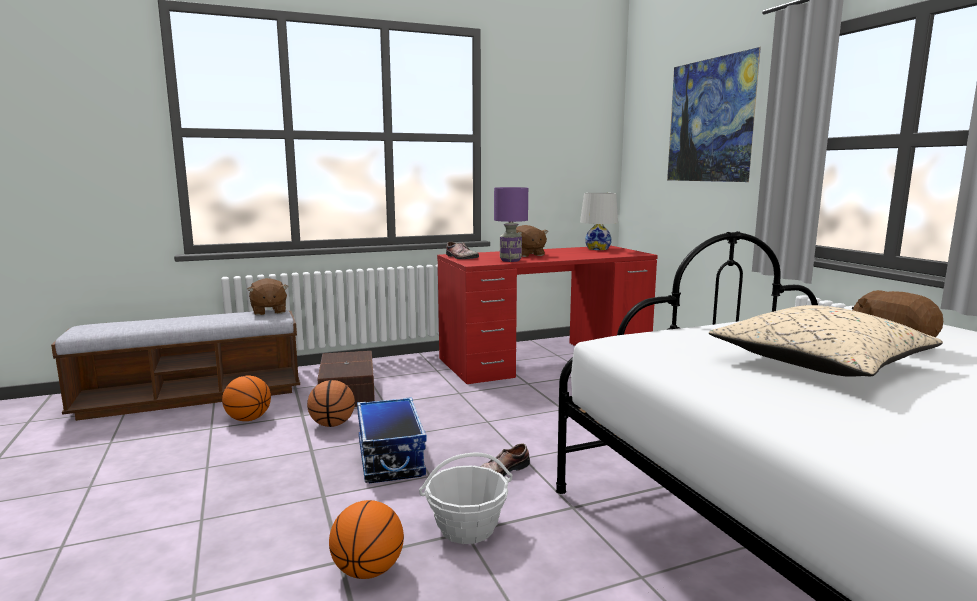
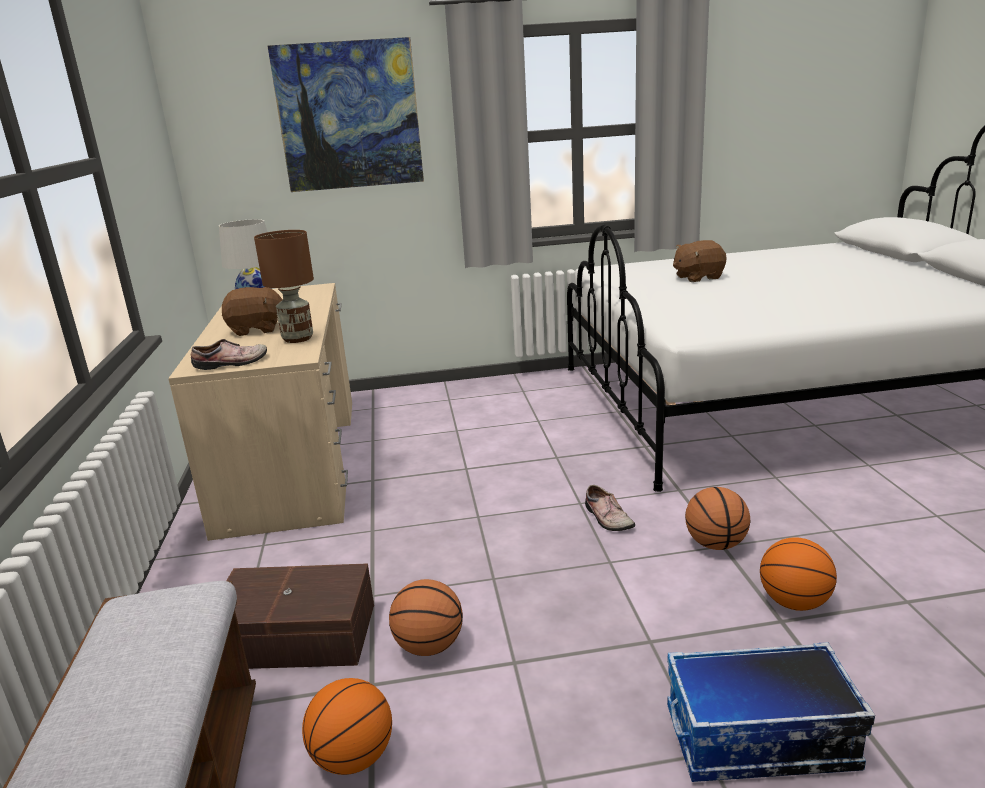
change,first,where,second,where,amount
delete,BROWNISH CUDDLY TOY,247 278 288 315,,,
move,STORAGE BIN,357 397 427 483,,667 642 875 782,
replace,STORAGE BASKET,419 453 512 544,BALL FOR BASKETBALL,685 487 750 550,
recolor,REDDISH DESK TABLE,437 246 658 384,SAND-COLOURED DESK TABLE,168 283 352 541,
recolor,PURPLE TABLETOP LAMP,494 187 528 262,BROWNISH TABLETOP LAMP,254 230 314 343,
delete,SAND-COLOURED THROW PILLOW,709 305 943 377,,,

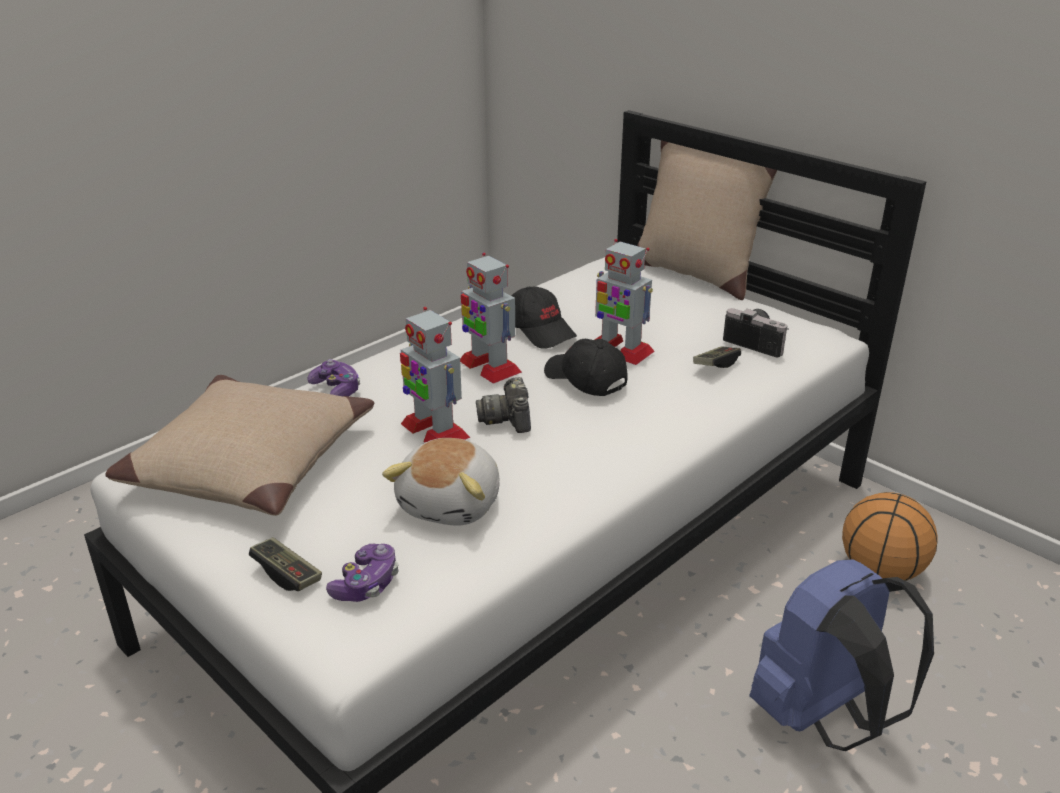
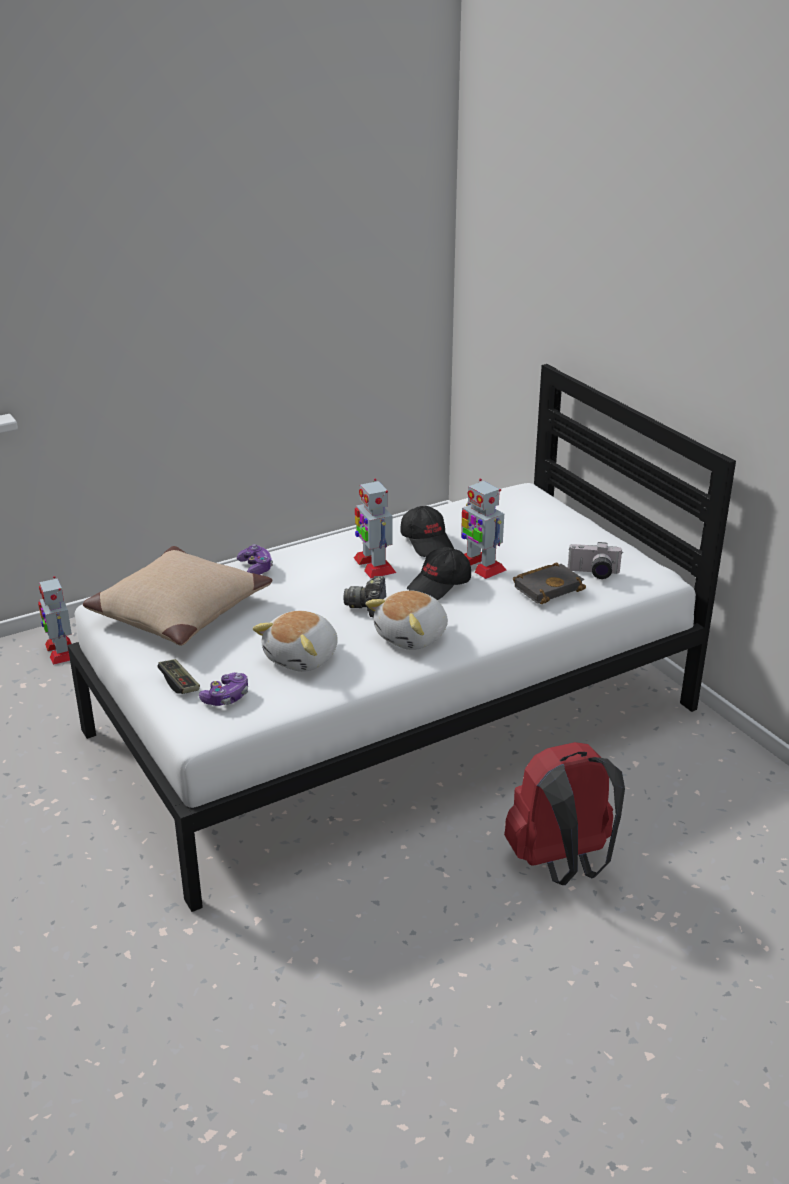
change,first,where,second,where,amount
move,ROBOT FIGURE,400 307 470 443,,38 576 72 665,
rotate,BLACKISH PEAKED CAP,544 339 628 396,,407 547 471 600,105 degrees counterclockwise
delete,SAND-COLOURED THROW PILLOW,637 140 778 300,,,
replace,GAME CONTROLLER,693 346 741 368,BLACKISH BOUND BOOK,513 562 586 604,
rotate,PHOTO CAMERA,723 308 789 357,,568 542 622 579,135 degrees clockwise
recolor,BLUE RUCKSACK,749 559 934 751,REDDISH RUCKSACK,504 742 625 885,
delete,BALL FOR BASKETBALL,842 492 938 581,,,
insert,,,CUDDLY TOY,365 590 448 650,

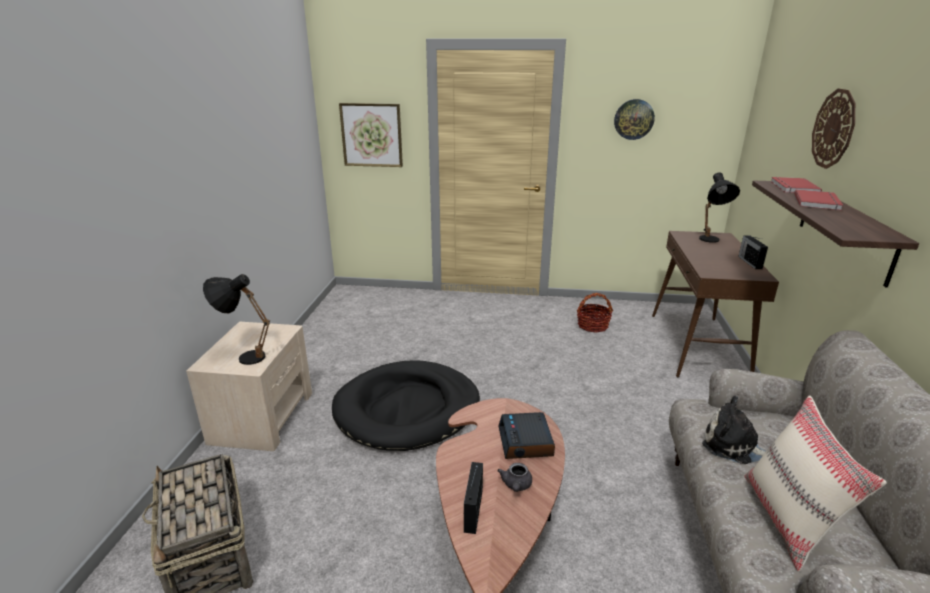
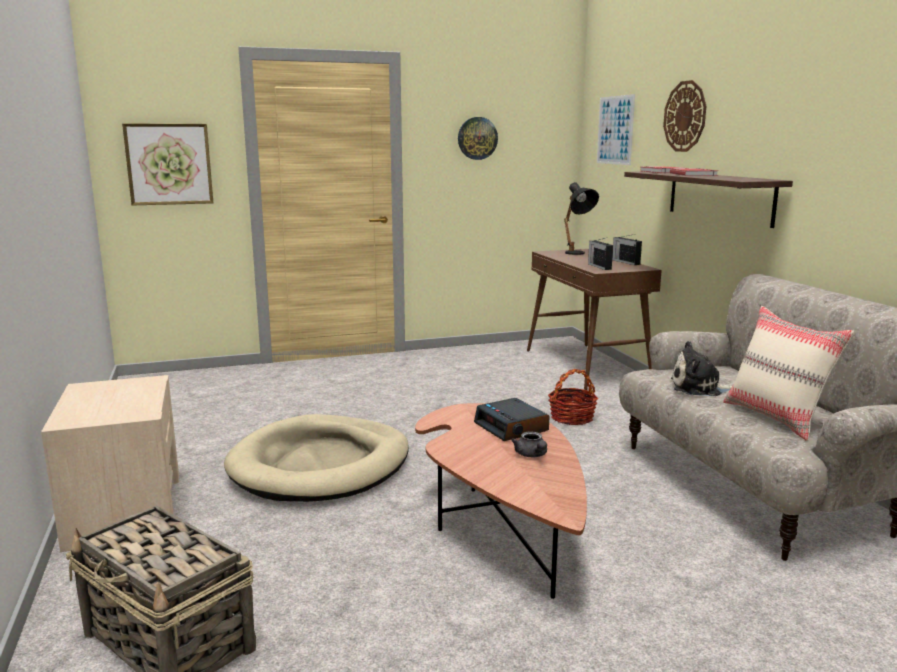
change,first,where,second,where,amount
delete,BLACKISH TABLETOP LAMP,203 274 270 365,,,
recolor,BLACKISH DOG BED,332 360 480 451,SAND-COLOURED DOG BED,224 414 409 502,
move,RADIO SET,464 462 483 534,,588 238 613 270,
move,STORAGE BASKET,577 293 613 333,,548 369 598 425,
insert,,,WALL ART,597 94 635 165,

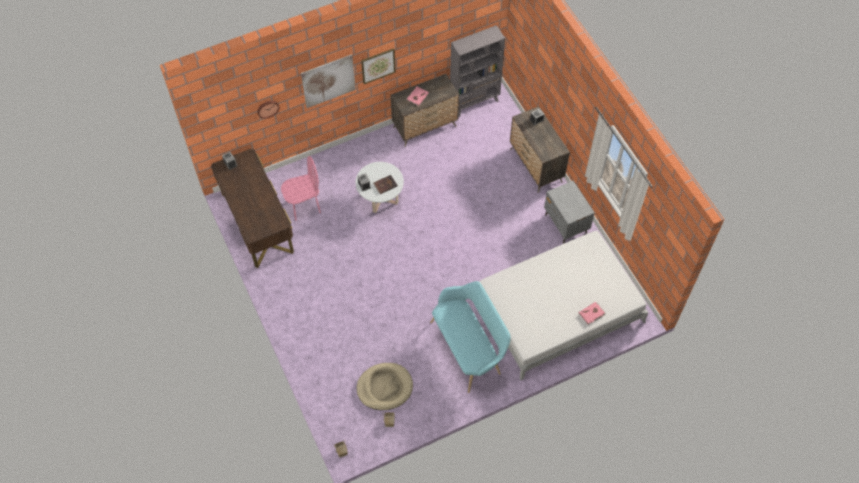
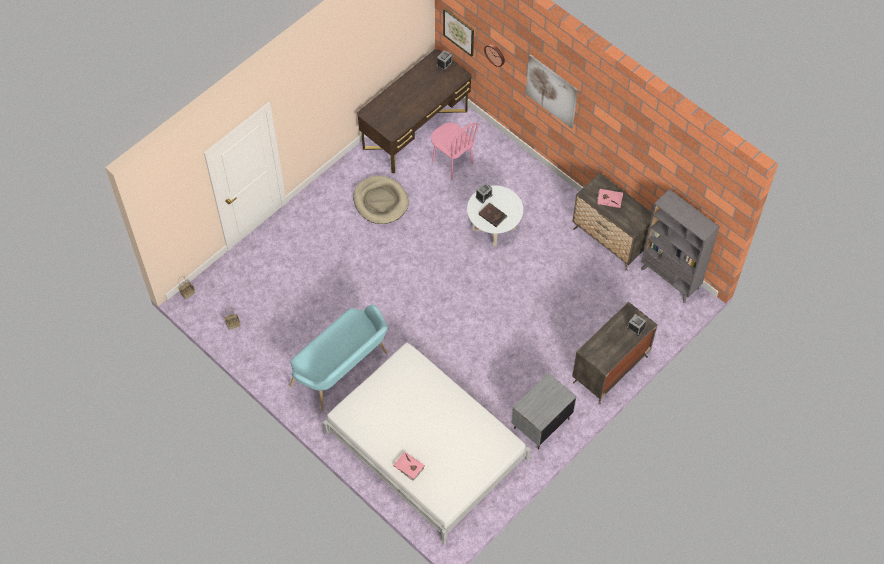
change,first,where,second,where,amount
move,SAND-COLOURED DOG BED,357 363 413 410,,353 176 409 224,
move,WALL ART,361 48 396 84,,443 8 474 57,

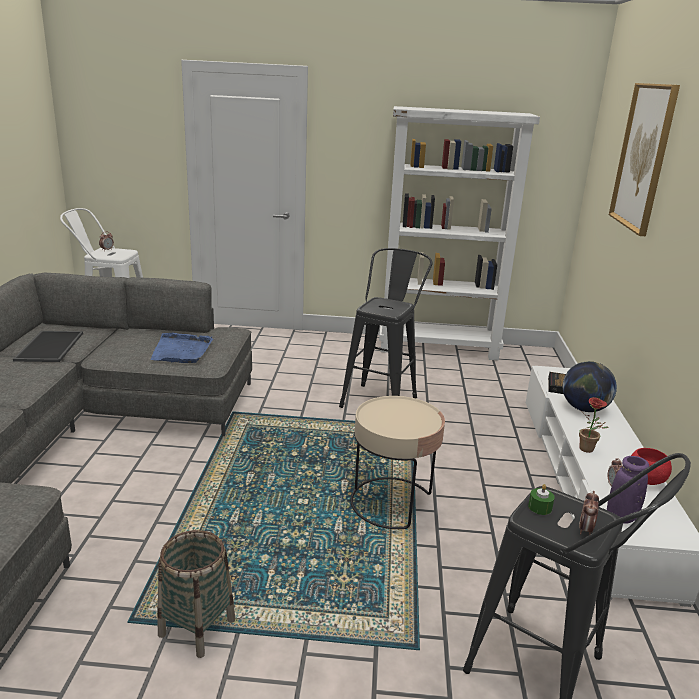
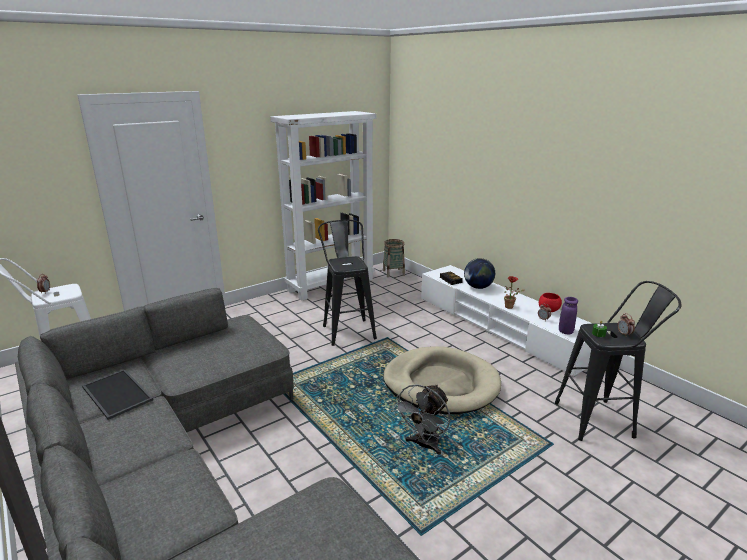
change,first,where,second,where,amount
delete,BLUE CARRYING TRAY,150 333 213 363,,,
move,STORAGE BASKET,157 530 235 658,,383 239 405 277,
replace,SAND-COLOURED END TABLE,350 396 445 529,SAND-COLOURED DOG BED,383 346 501 414,
delete,WALL ART,609 83 680 236,,,
insert,,,GREY FAN,393 384 450 455,

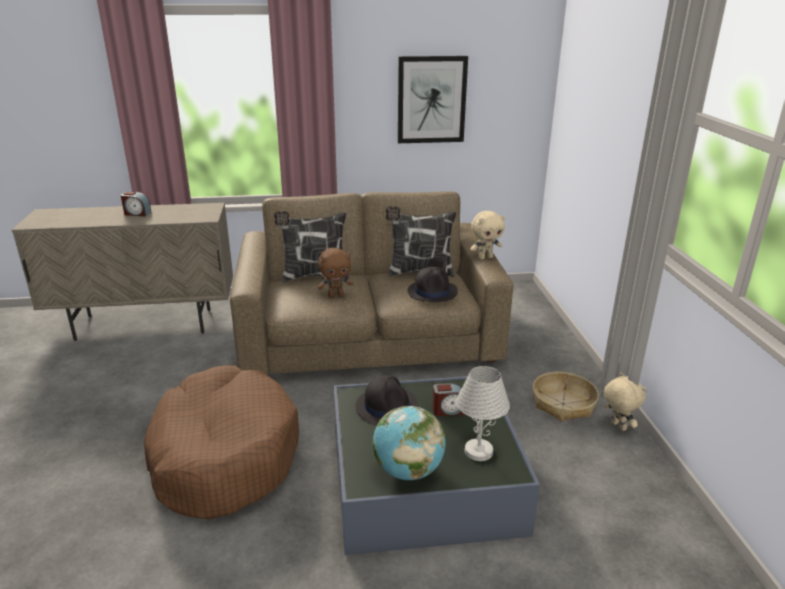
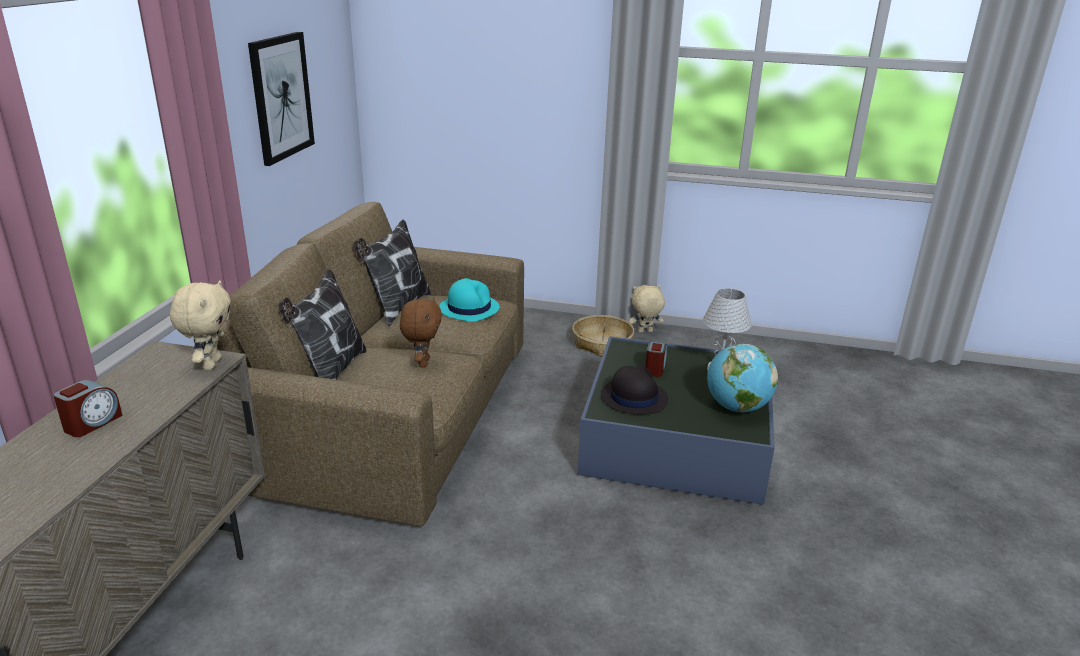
change,first,where,second,where,amount
delete,BROWNISH DOG BED,144 365 299 519,,,
recolor,BLACKISH HAT,408 267 458 302,BLUE-GREEN HAT,439 278 499 322,
move,SAND-COLOURED CUDDLY TOY,470 211 505 260,,170 280 231 370,

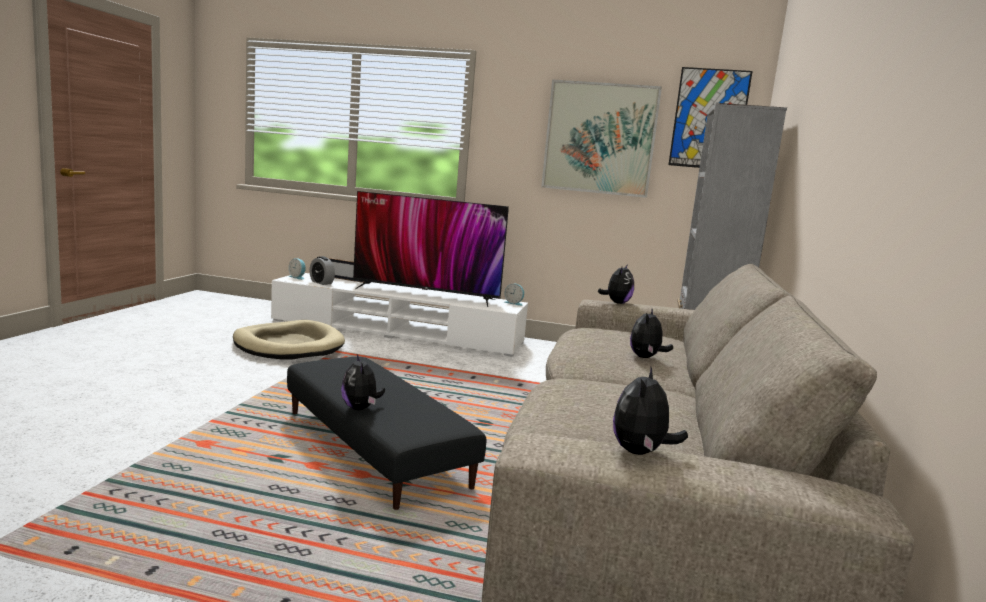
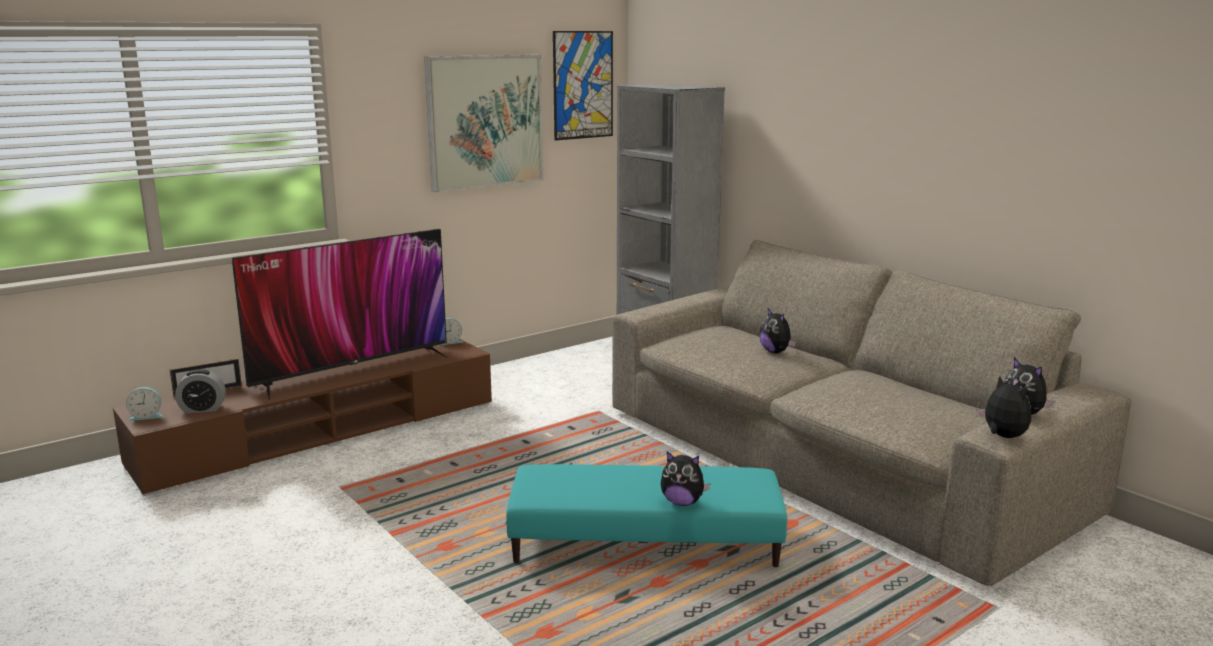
change,first,where,second,where,amount
delete,SAND-COLOURED DOG BED,233 320 345 359,,,
recolor,WHITE TV UNIT,271 273 528 357,BROWNISH TV UNIT,113 339 492 496,
recolor,BLACKISH POUFFE,287 357 486 510,BLUE-GREEN POUFFE,506 464 787 567,
move,CUDDLY TOY,598 264 634 304,,977 376 1031 438,

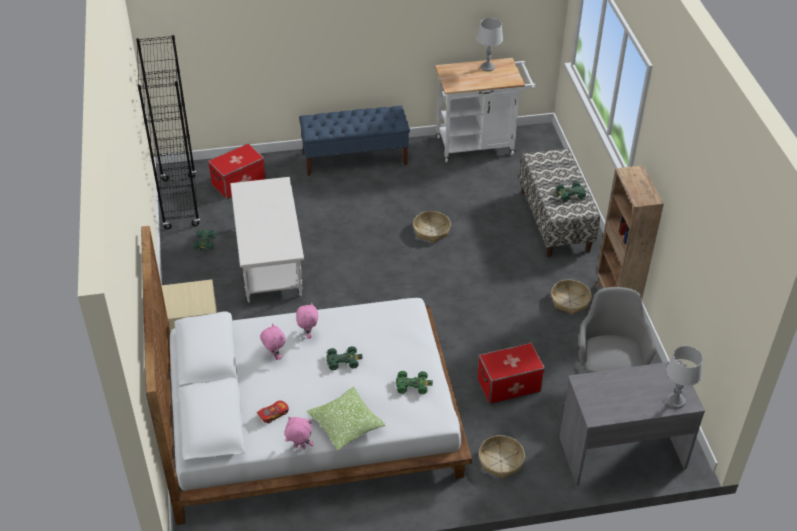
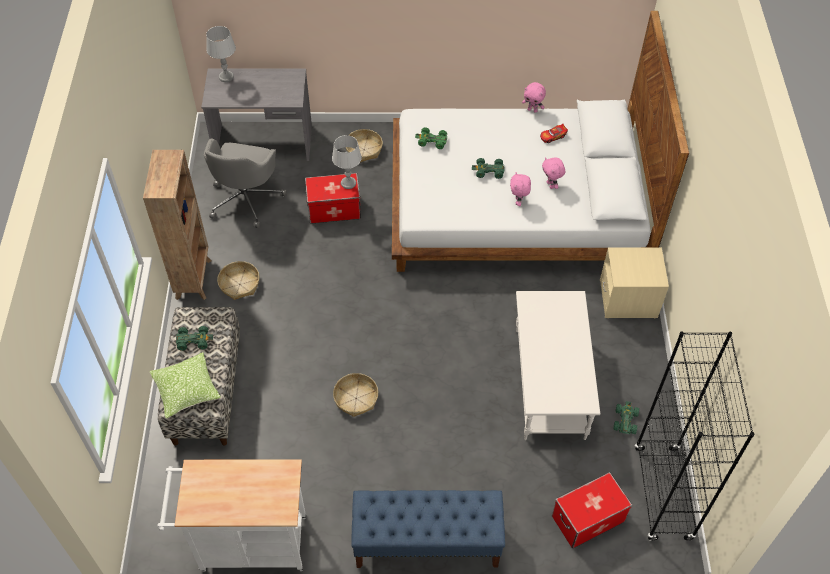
change,first,where,second,where,amount
move,THROW PILLOW,307 387 386 450,,149 352 221 419,
move,GREY TABLETOP LAMP,477 18 503 72,,332 135 362 189,

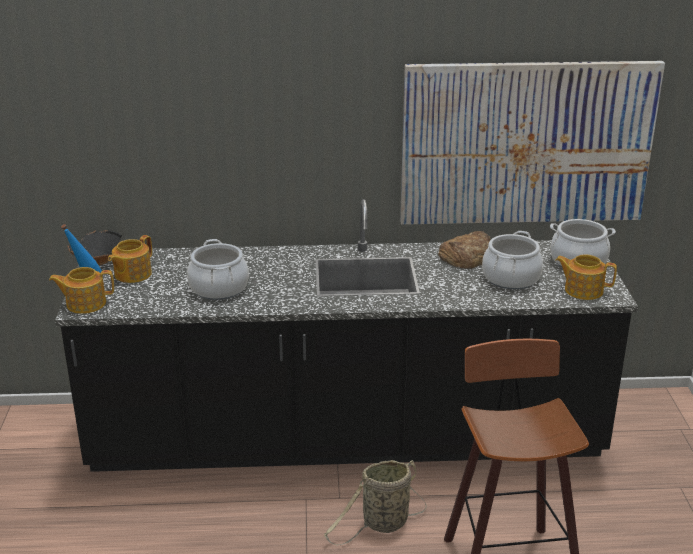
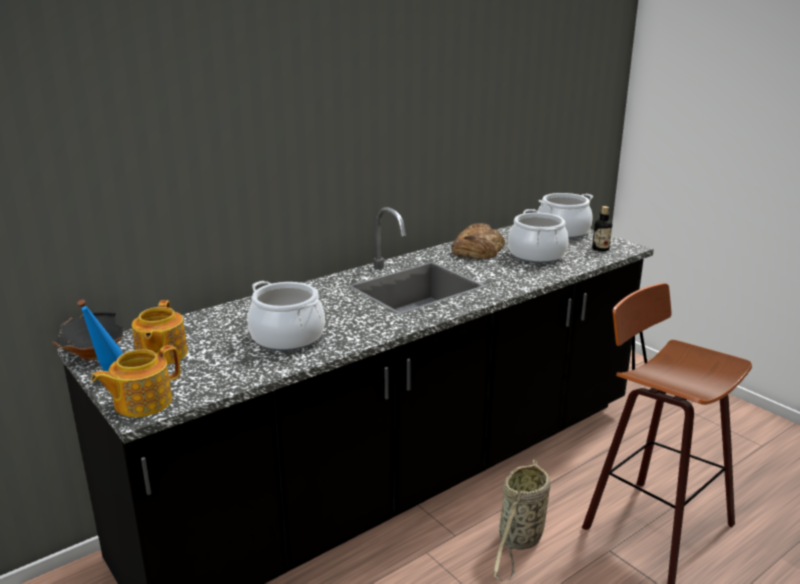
change,first,where,second,where,amount
delete,WALL ART,400 61 665 225,,,
replace,TEAPOT,556 254 617 300,BEVERAGE BOTTLE,592 206 612 252,

